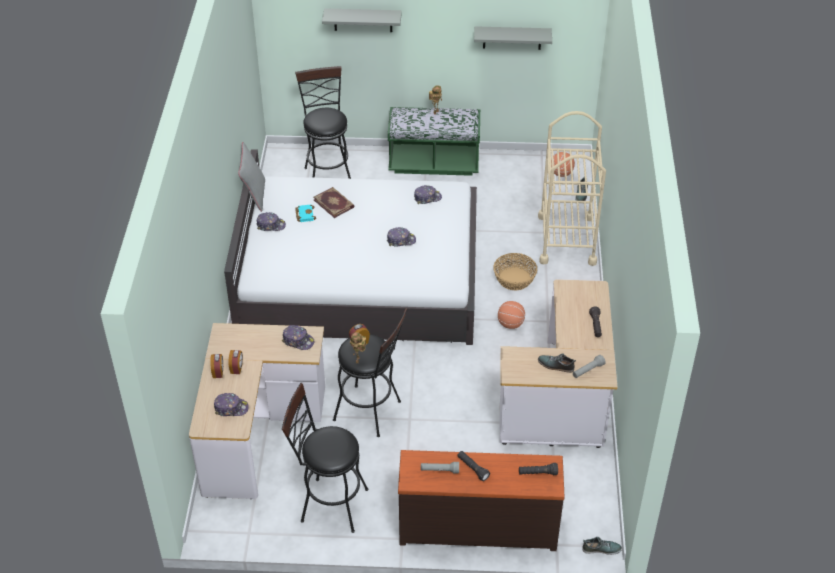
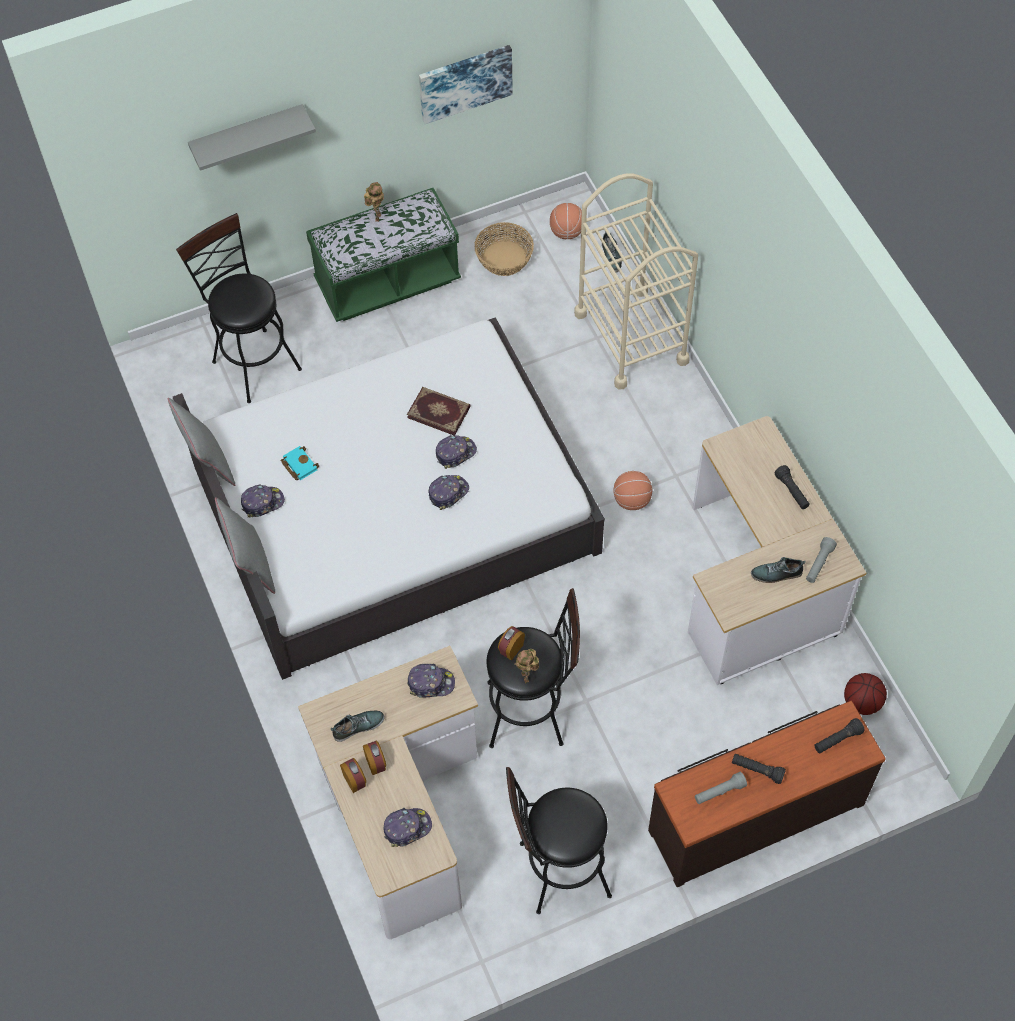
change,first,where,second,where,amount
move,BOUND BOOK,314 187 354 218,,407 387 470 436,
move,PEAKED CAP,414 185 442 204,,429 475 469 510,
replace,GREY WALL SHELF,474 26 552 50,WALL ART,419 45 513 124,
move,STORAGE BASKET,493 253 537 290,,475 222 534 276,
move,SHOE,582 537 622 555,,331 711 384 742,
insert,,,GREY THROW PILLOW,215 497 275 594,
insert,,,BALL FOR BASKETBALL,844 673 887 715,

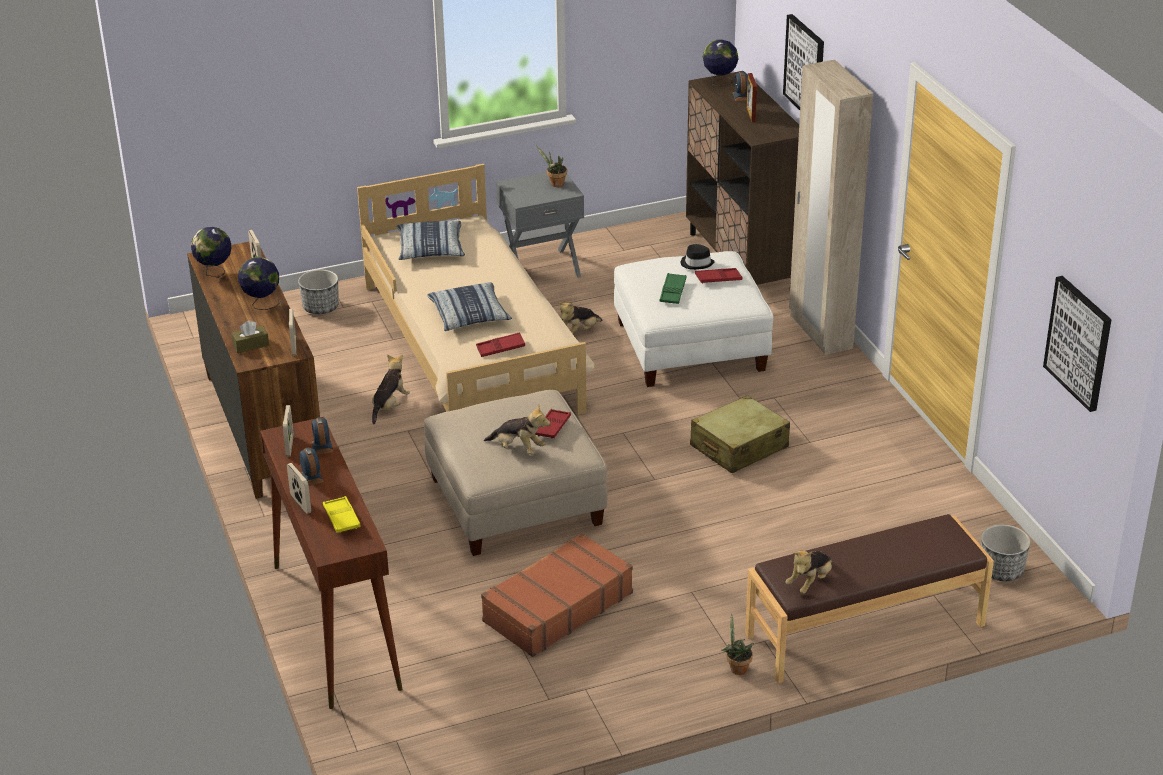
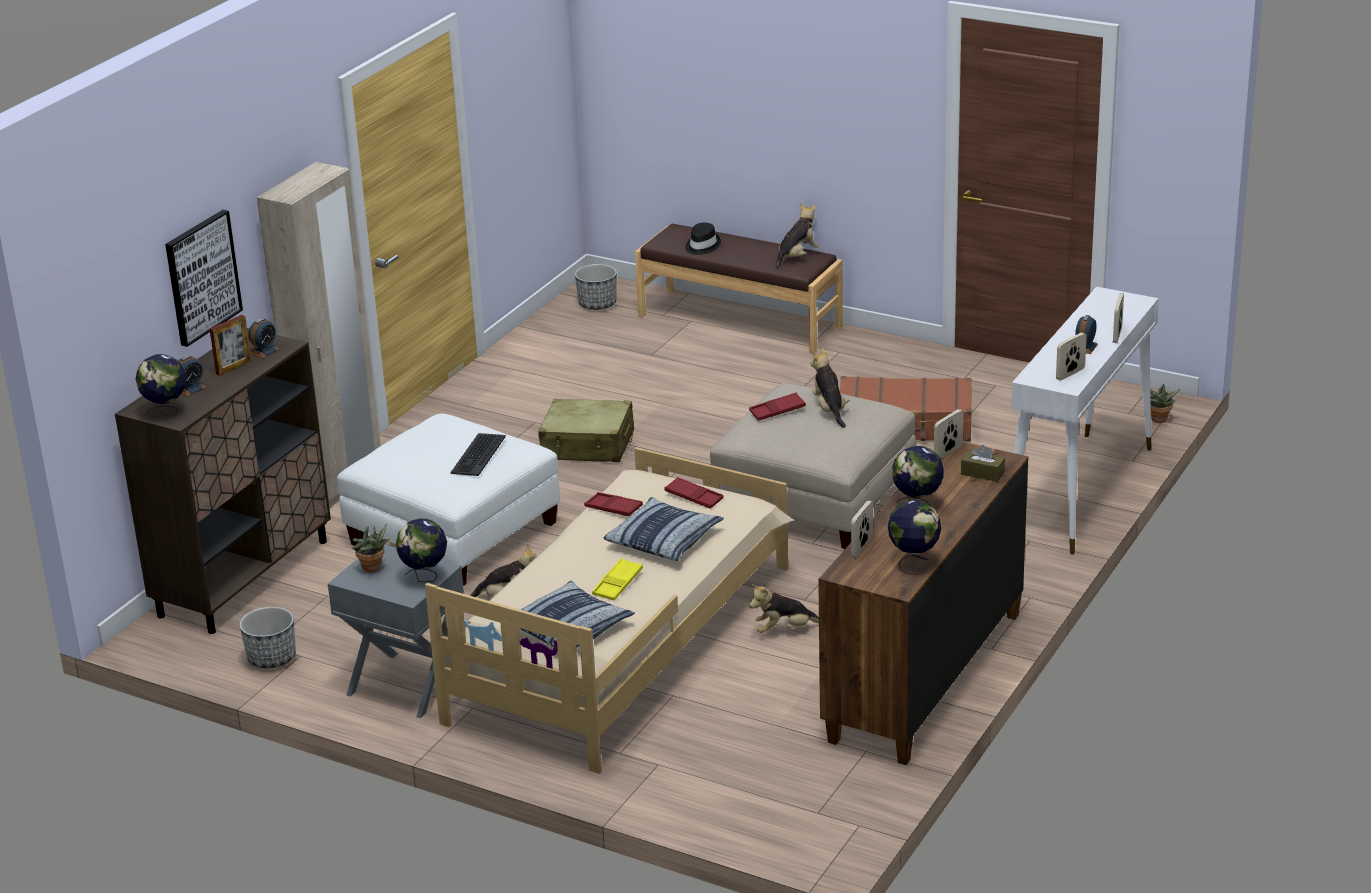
change,first,where,second,where,amount
recolor,BROWNISH HALL TABLE,260 417 402 709,WHITE HALL TABLE,1011 287 1159 554,
move,PLANTER,298 269 339 314,,239 607 296 669,
move,ALARM CLOCK,311 417 333 455,,249 318 280 358,
move,YELLOW CARRYING TRAY,323 496 361 533,,592 558 643 600,
replace,GREEN-COLOURED CARRYING TRAY,659 273 687 304,KEYBOARD,451 433 506 476,
move,BLACKISH HAT,681 244 715 270,,685 223 721 255,
move,REDDISH CARRYING TRAY,695 268 743 284,,584 492 643 516,
move,HOUSEPLANT,722 614 754 675,,1150 384 1180 423,
rotate,CUDDLY TOY,785 551 832 594,,775 203 820 270,45 degrees counterclockwise
delete,WALL ART,1043 276 1112 412,,,
insert,,,WORLD GLOBE,396 519 447 582,

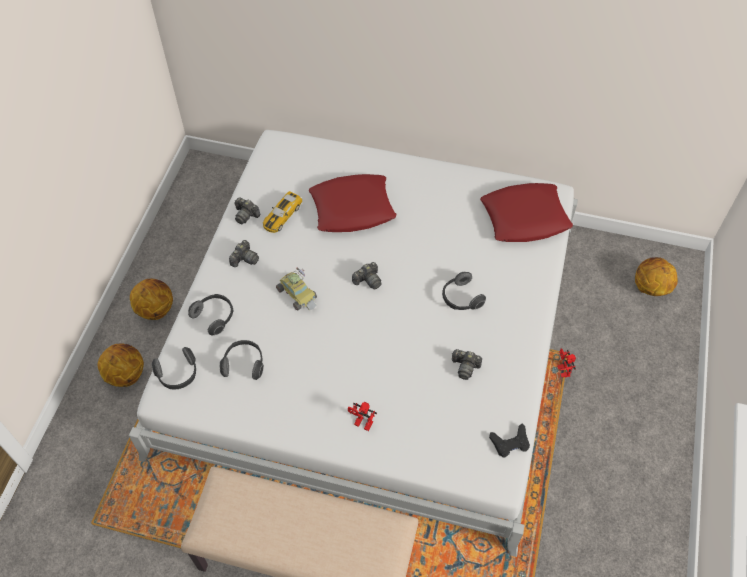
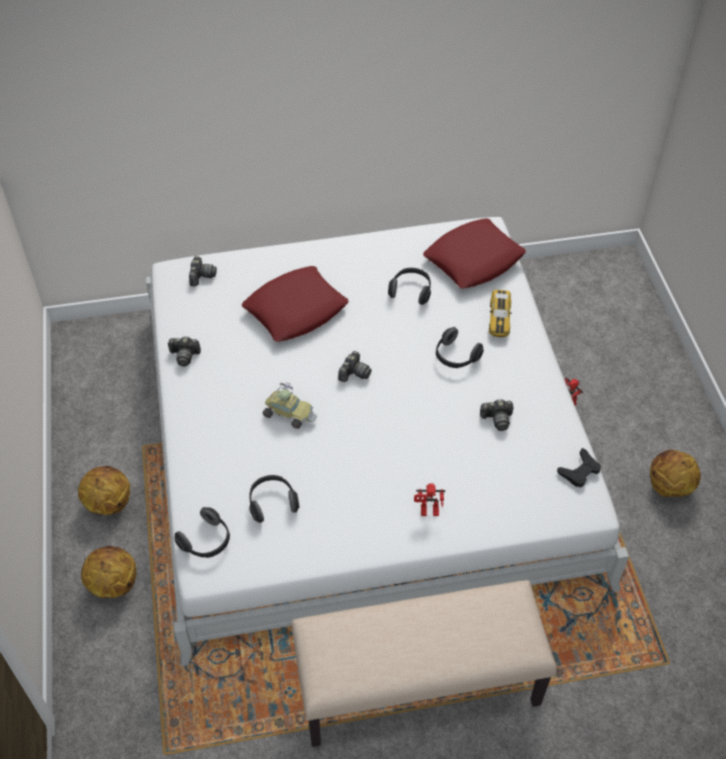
change,first,where,second,where,amount
move,HEADSET,188 294 233 336,,388 268 431 305,
move,PHOTO CAMERA,229 240 259 267,,189 256 217 286,
move,MODEL CAR,263 191 302 233,,489 290 512 337,
move,BALL FOR BASKETBALL,635 257 678 296,,650 450 701 497,

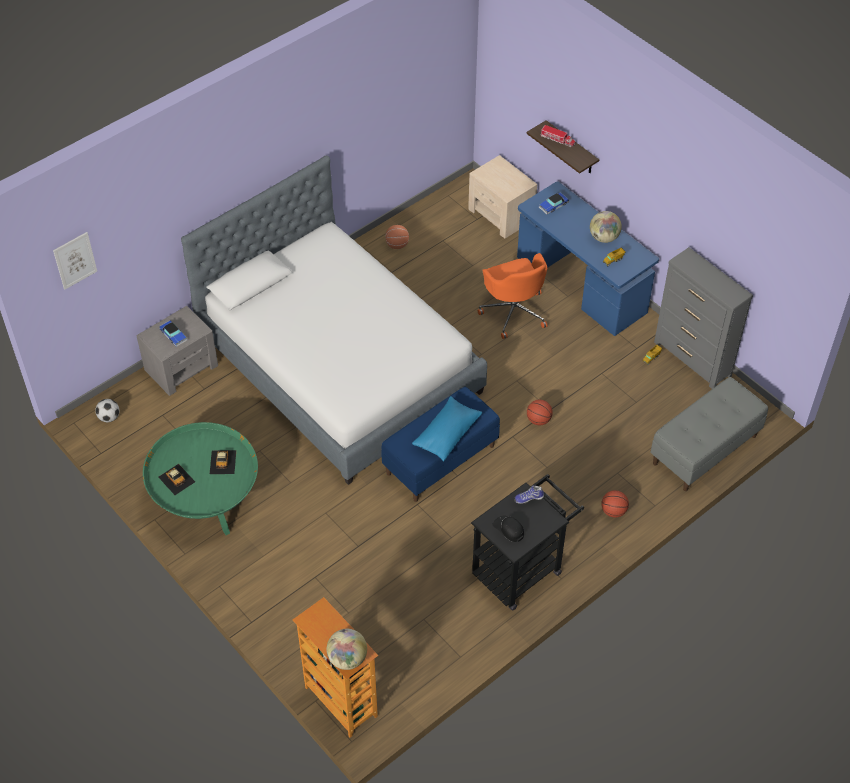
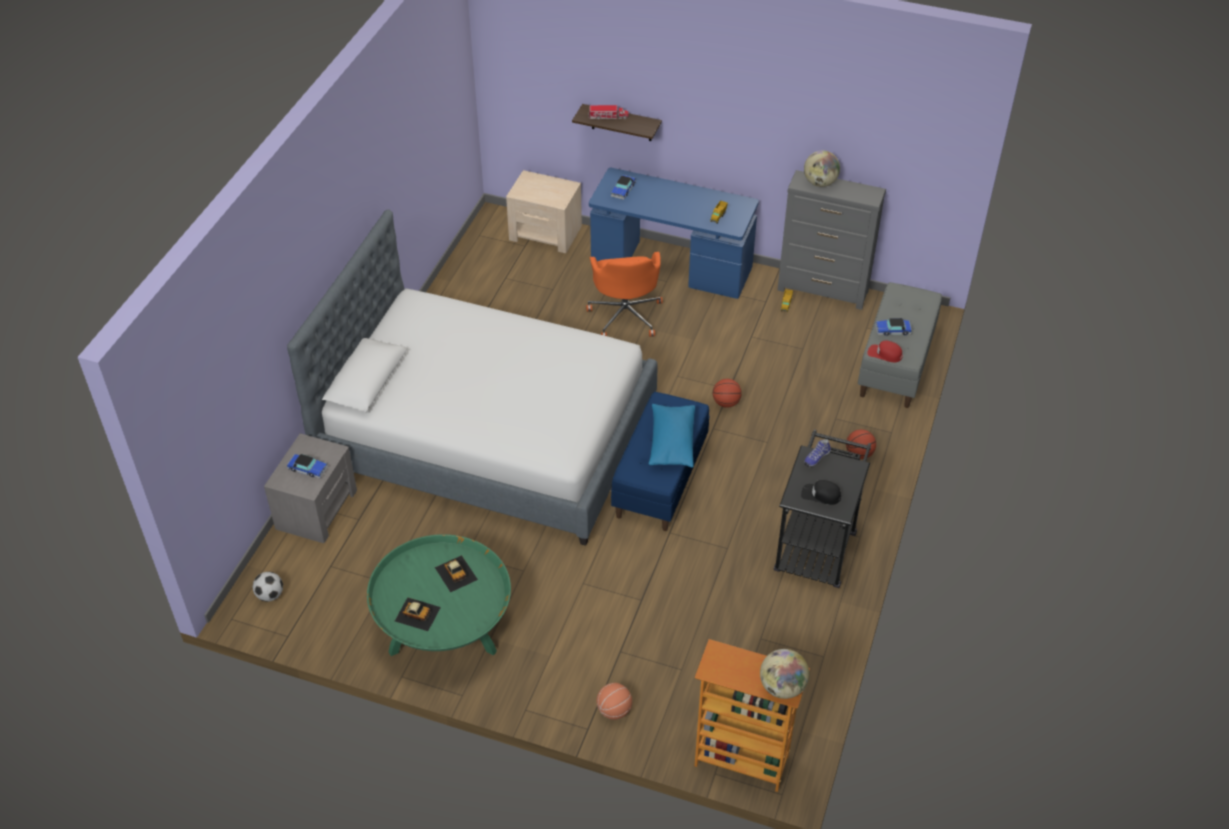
change,first,where,second,where,amount
delete,WALL ART,53 232 97 289,,,
move,BALL FOR BASKETBALL,385 225 409 249,,597 683 632 720,
rotate,ORANGEY COMPUTER CHAIR,478 253 547 339,,586 252 663 337,45 degrees clockwise
move,WORLD GLOBE,590 211 622 243,,804 151 840 187,
insert,,,REDDISH PEAKED CAP,867 341 903 362,
insert,,,MODEL CAR,875 318 912 336,

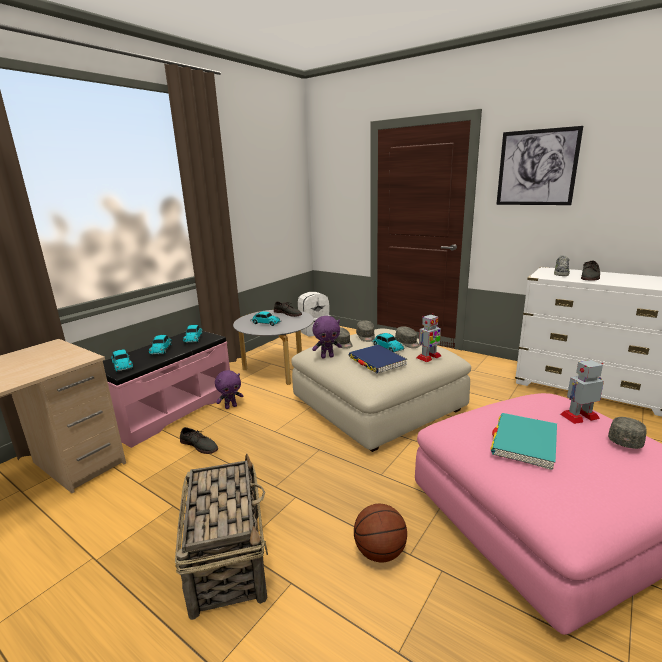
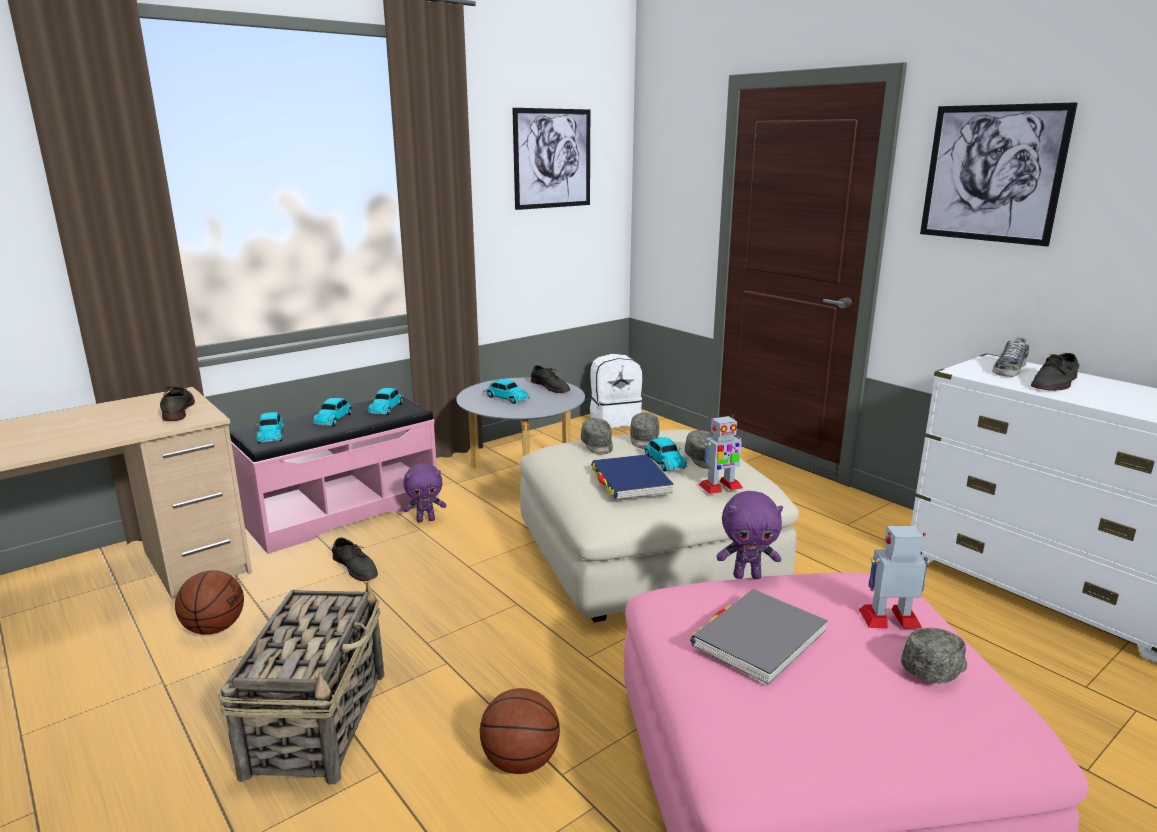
change,first,where,second,where,amount
move,PURPLE CUDDLY TOY,312 316 342 358,,716 491 783 579,
recolor,BLUE-GREEN BOUND BOOK,490 413 557 470,GREY BOUND BOOK,690 589 828 686,
insert,,,GREY SHOE,160 386 195 421,
insert,,,BALL FOR BASKETBALL,175 570 244 635,
insert,,,WALL ART,512 108 590 210,

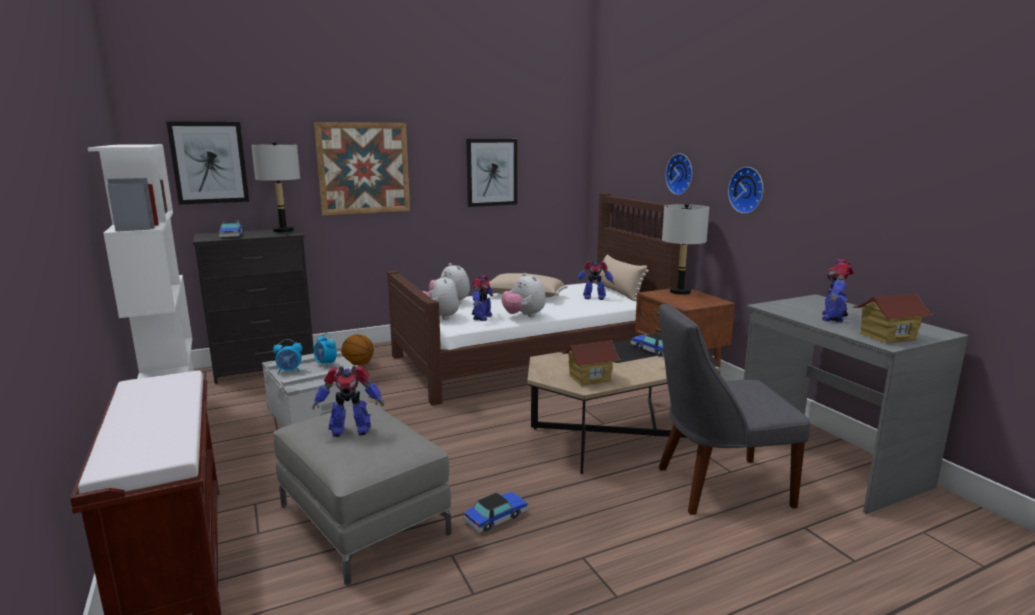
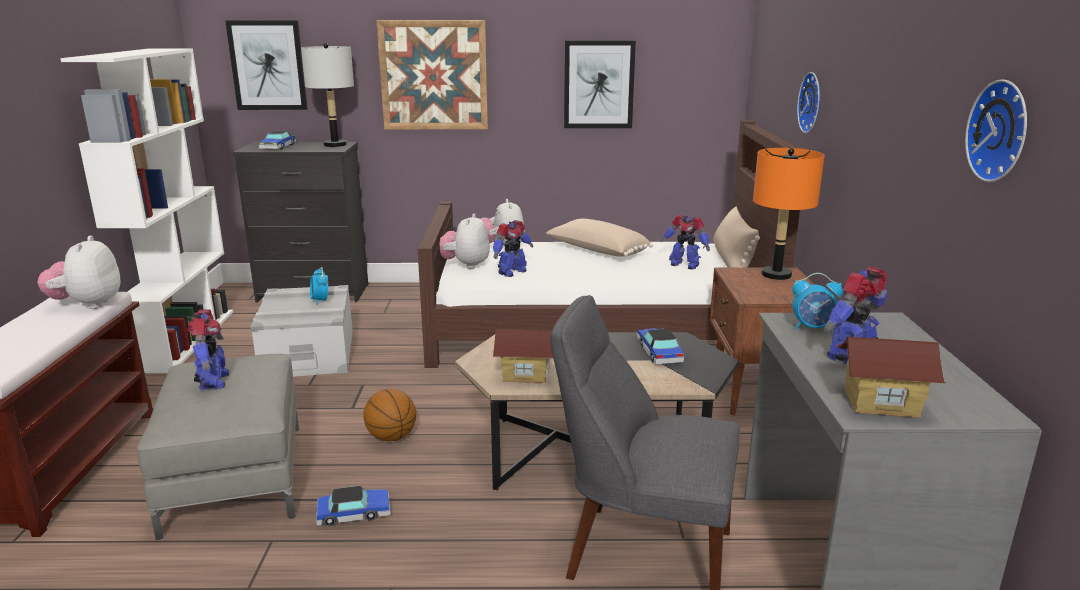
change,first,where,second,where,amount
move,ALARM CLOCK,273 339 302 374,,792 273 843 332,
rotate,ROBOT FIGURE,312 366 384 437,,187 309 230 390,120 degrees counterclockwise
move,BALL FOR BASKETBALL,341 334 374 366,,363 389 416 441,
move,CUDDLY TOY,502 273 546 317,,37 235 121 309,
recolor,GREY TABLETOP LAMP,662 203 709 295,ORANGEY TABLETOP LAMP,753 148 825 280,
move,CLOCK ON THE WALL,728 167 763 214,,965 80 1027 182,

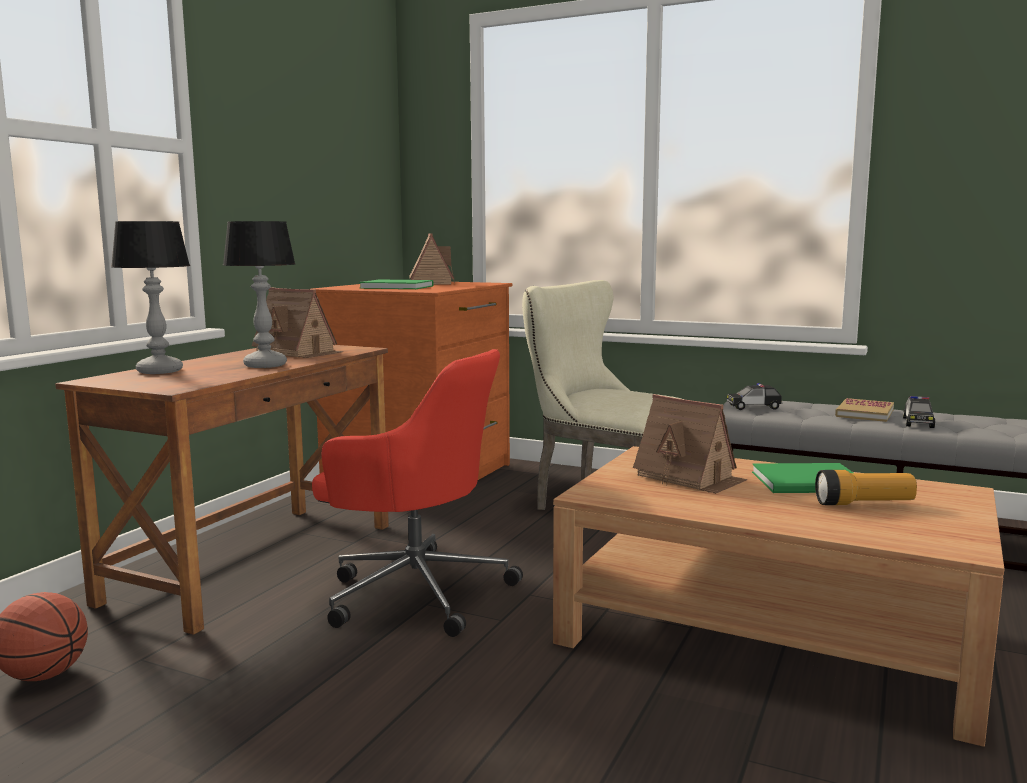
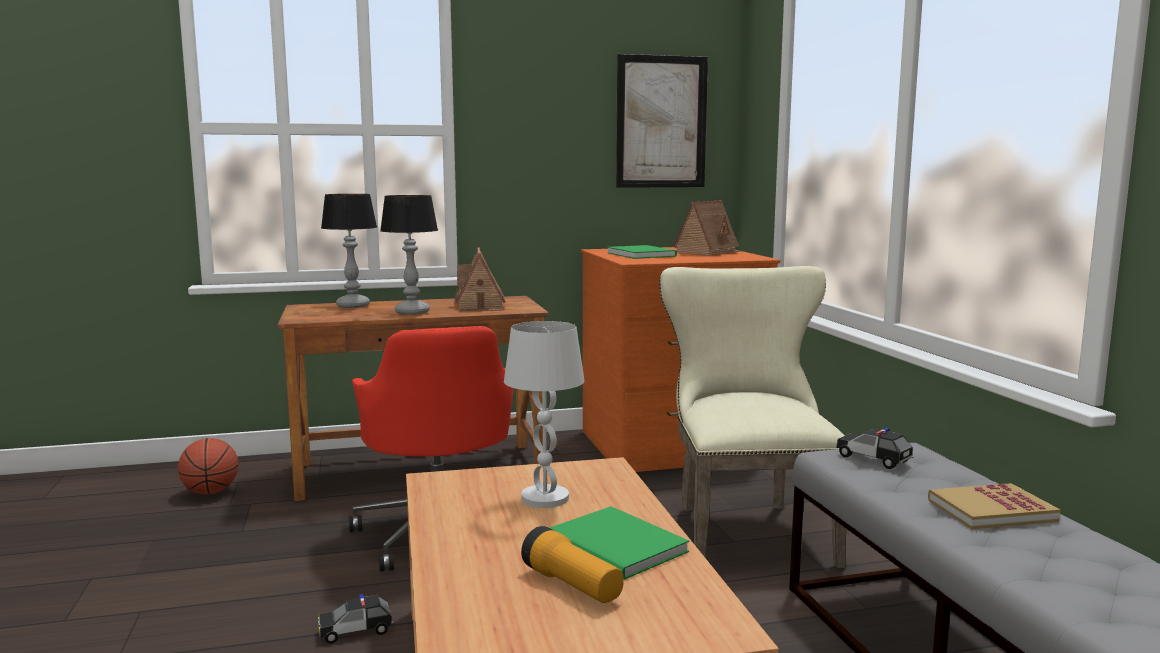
change,first,where,second,where,amount
replace,TOY HOUSE,633 394 747 494,WHITE TABLETOP LAMP,504 321 585 508,
move,MODEL CAR,903 396 935 428,,318 594 394 644,
insert,,,WALL ART,616 54 708 188,

